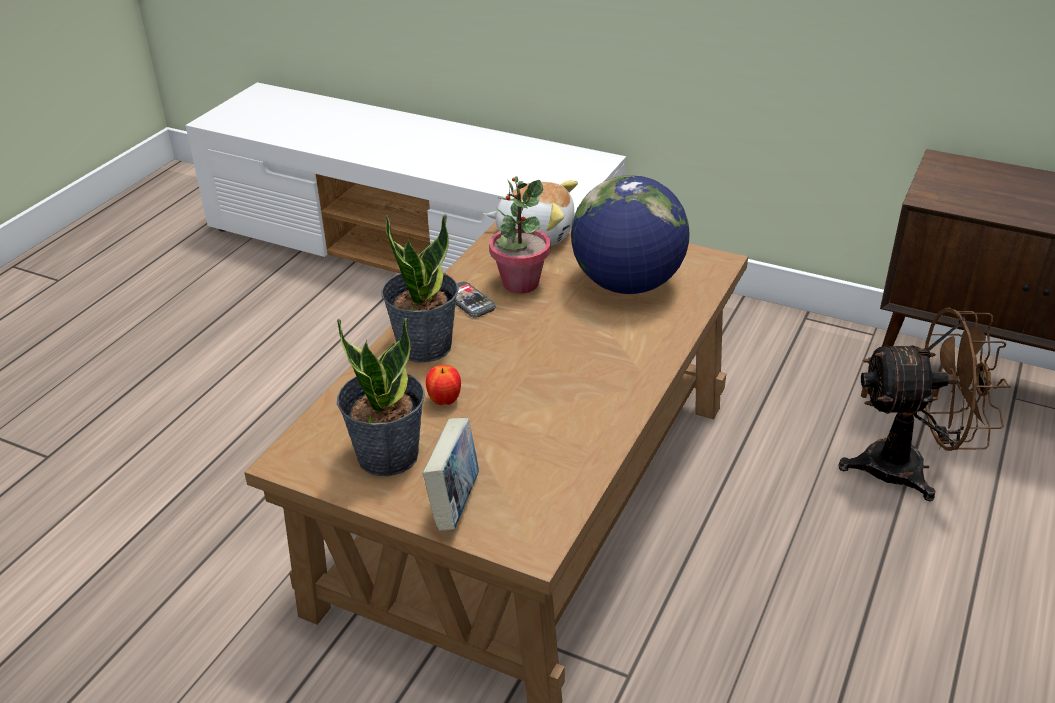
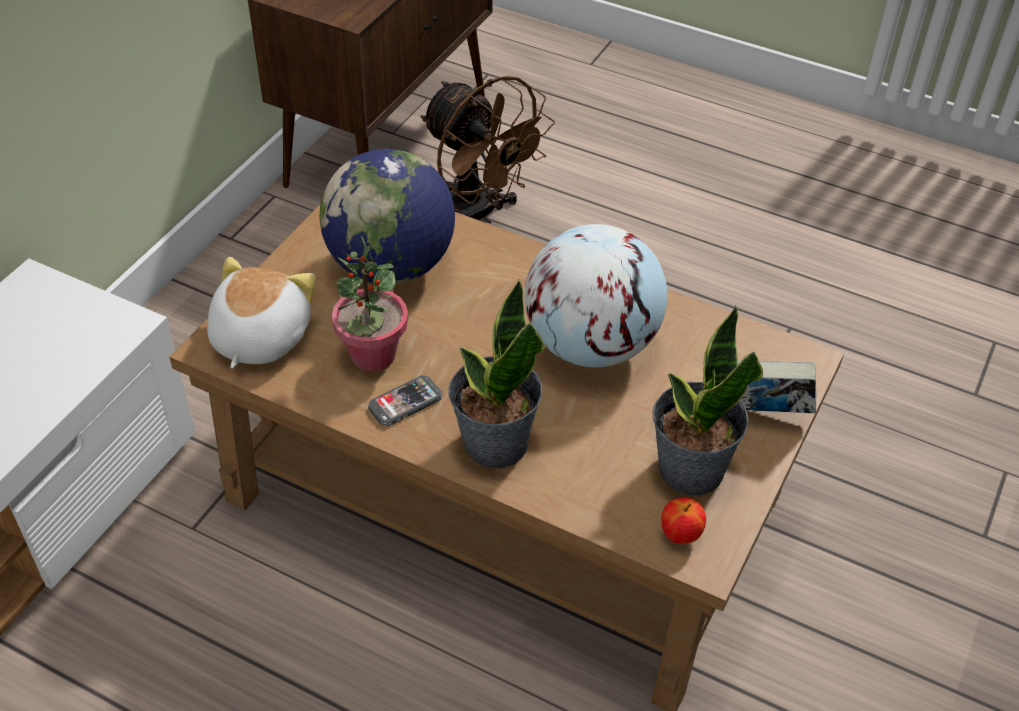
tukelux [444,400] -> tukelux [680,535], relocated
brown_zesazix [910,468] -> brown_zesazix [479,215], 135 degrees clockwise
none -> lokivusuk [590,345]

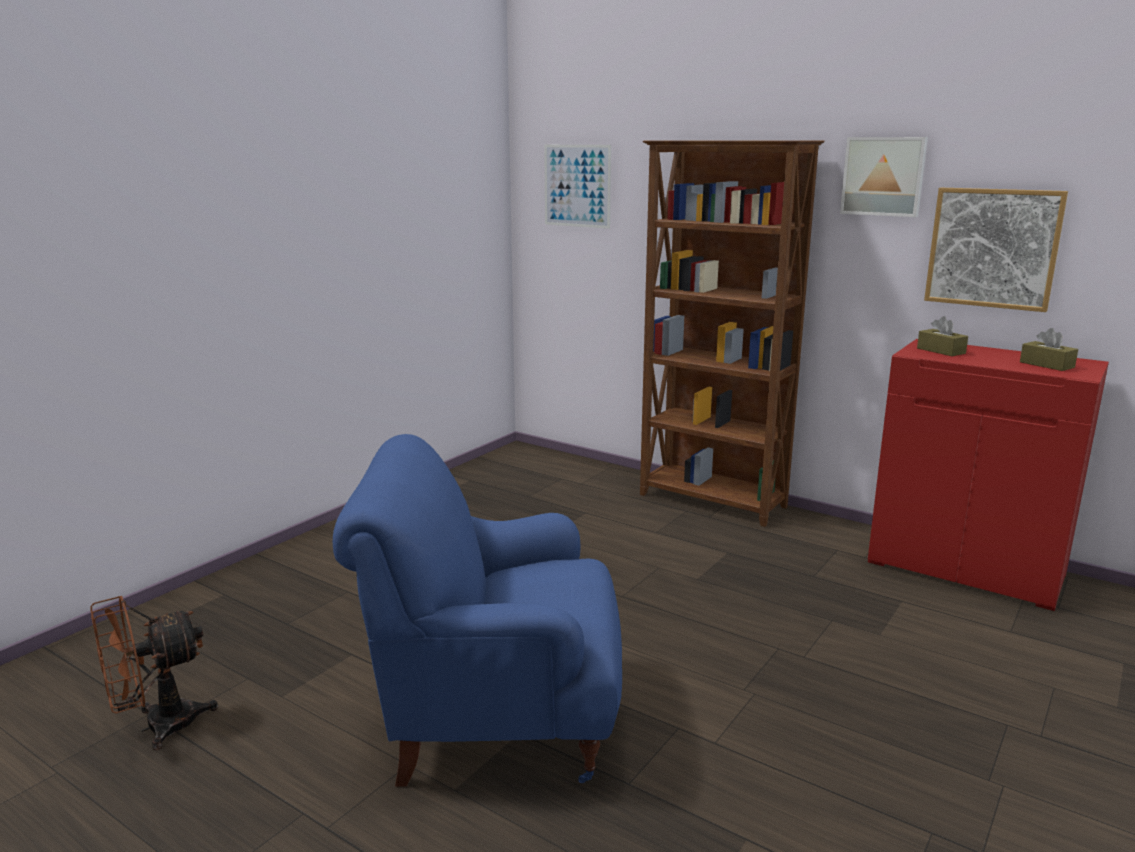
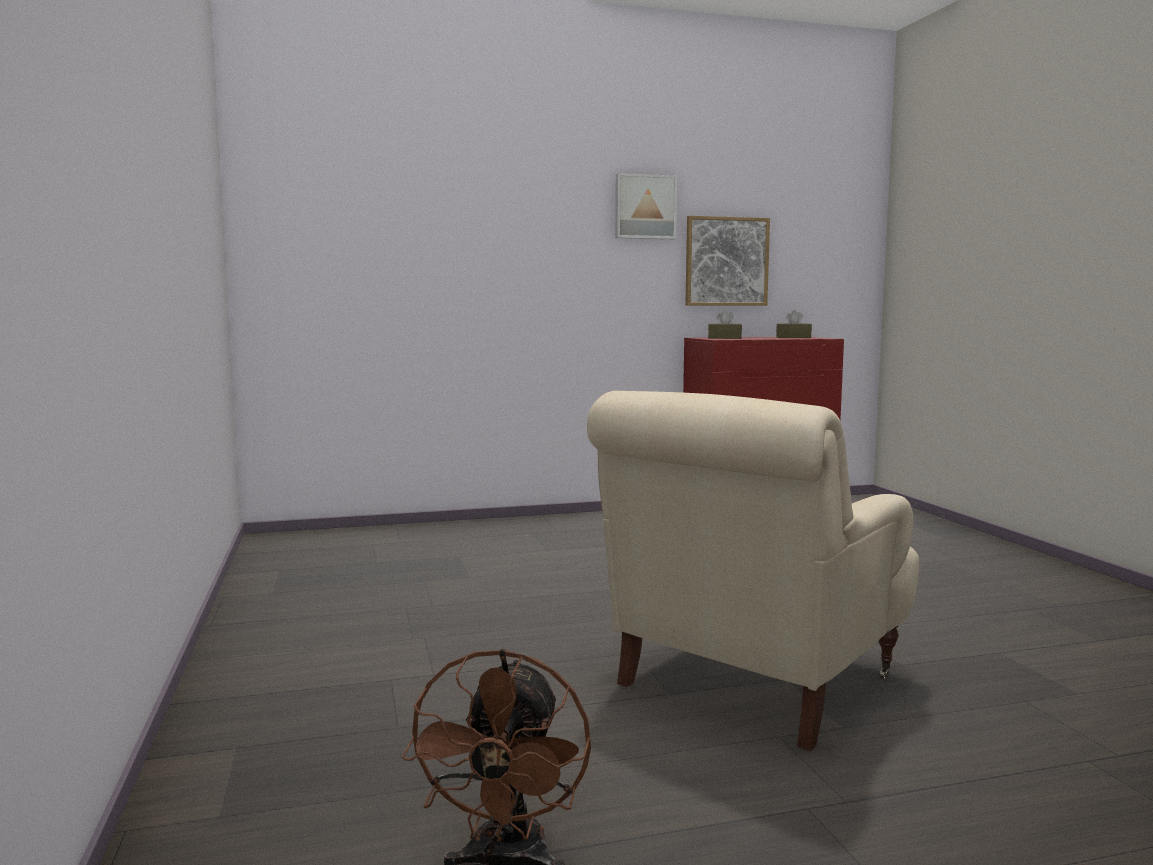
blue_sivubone [495,719] -> beige_sivubone [752,682]
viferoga [577,186] -> none
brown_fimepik [712,501] -> none

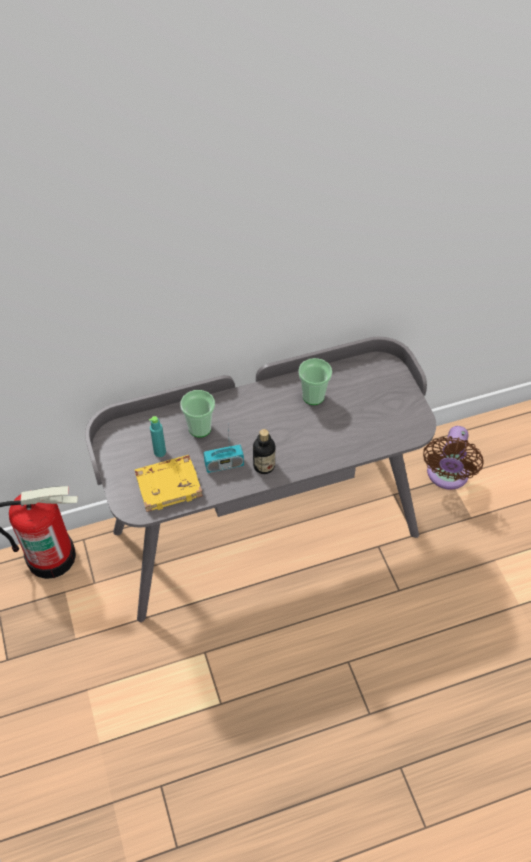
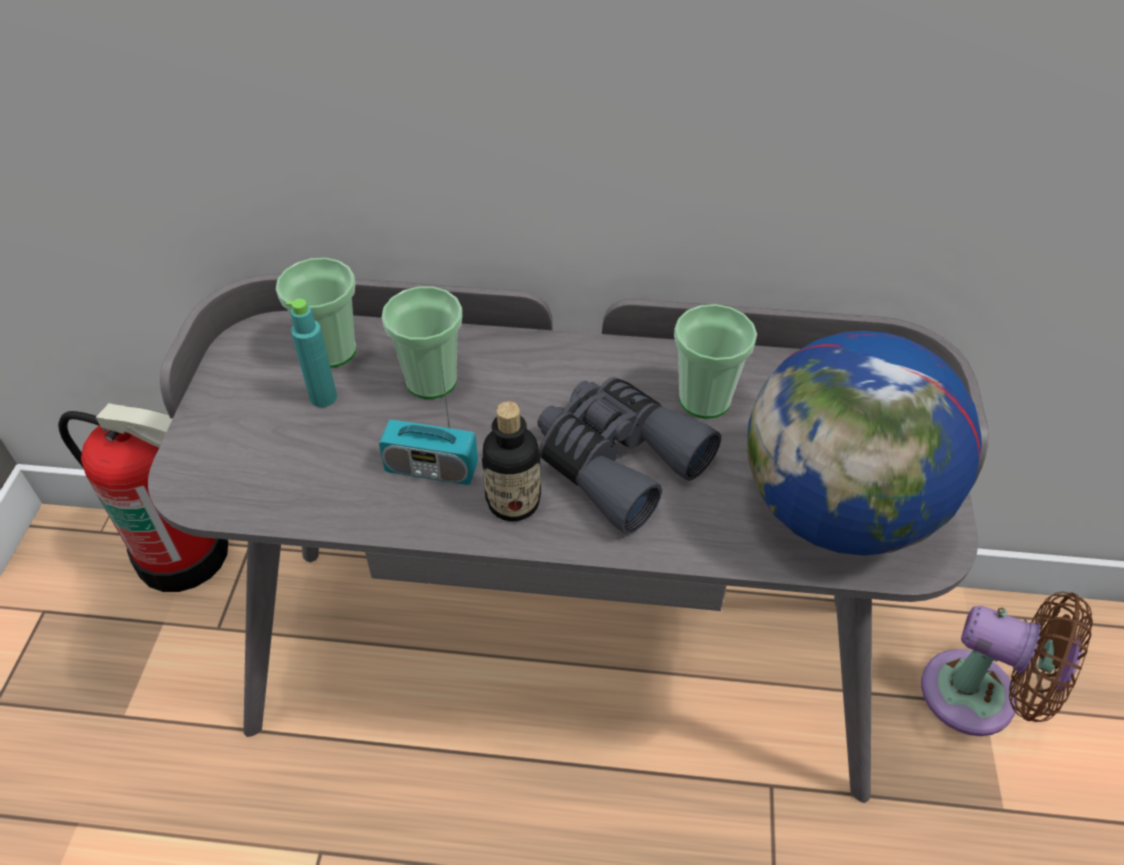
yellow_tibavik [169,485] -> none
brown_zesazix [446,476] -> brown_zesazix [979,698], 105 degrees counterclockwise
none -> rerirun [331,351]
none -> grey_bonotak [617,461]
none -> lokivusuk [838,511]

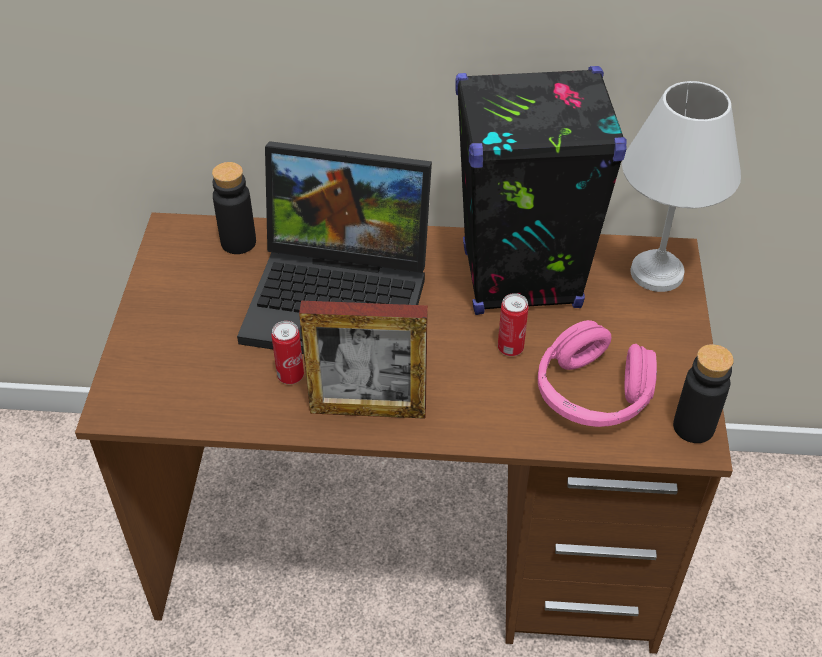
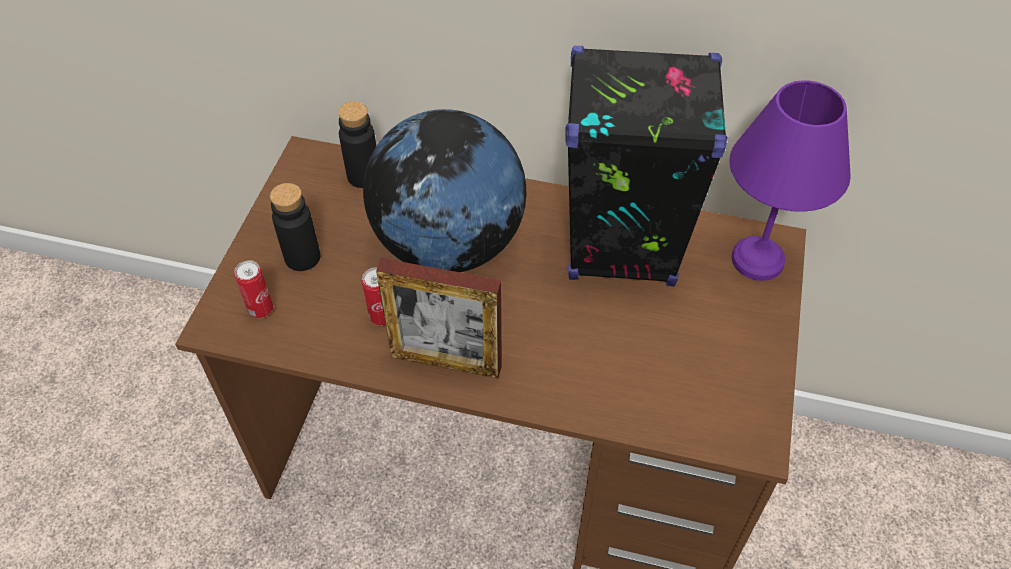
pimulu [343,297] -> lokivusuk [448,244]
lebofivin [510,348] -> lebofivin [261,309], relocated
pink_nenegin [592,393] -> none
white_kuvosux [654,274] -> purple_kuvosux [755,260]
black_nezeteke [693,427] -> black_nezeteke [302,257], relocated

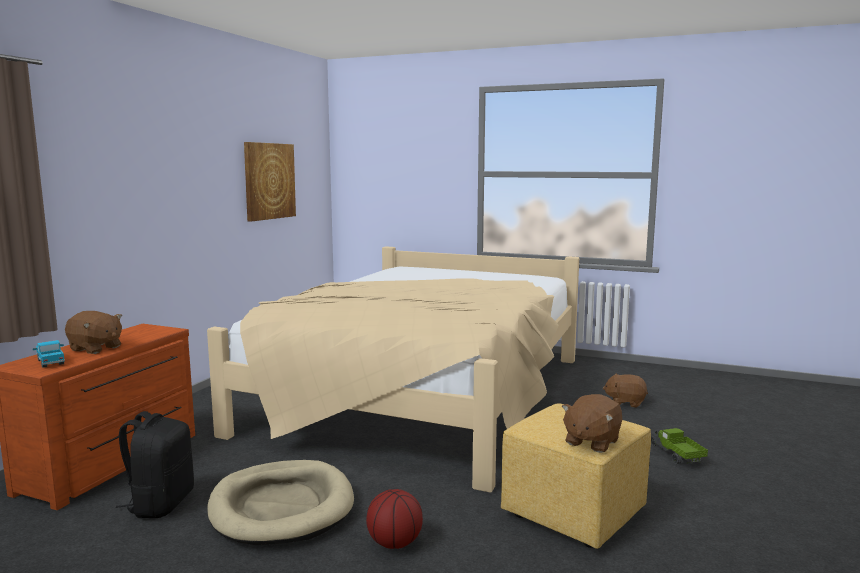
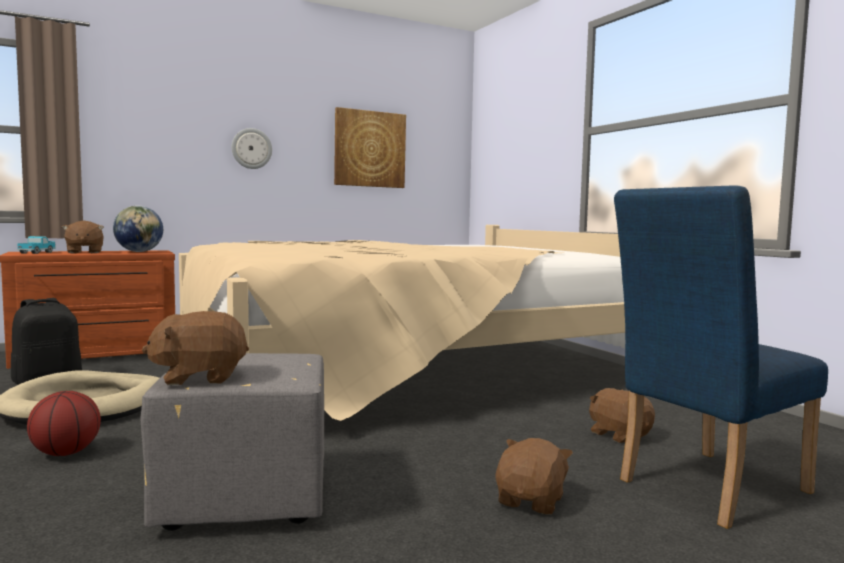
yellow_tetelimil [571,514] -> grey_tetelimil [243,497]
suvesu [675,455] -> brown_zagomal [531,501]
none -> lokivusuk [139,252]
none -> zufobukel [251,148]
none -> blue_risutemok [704,488]

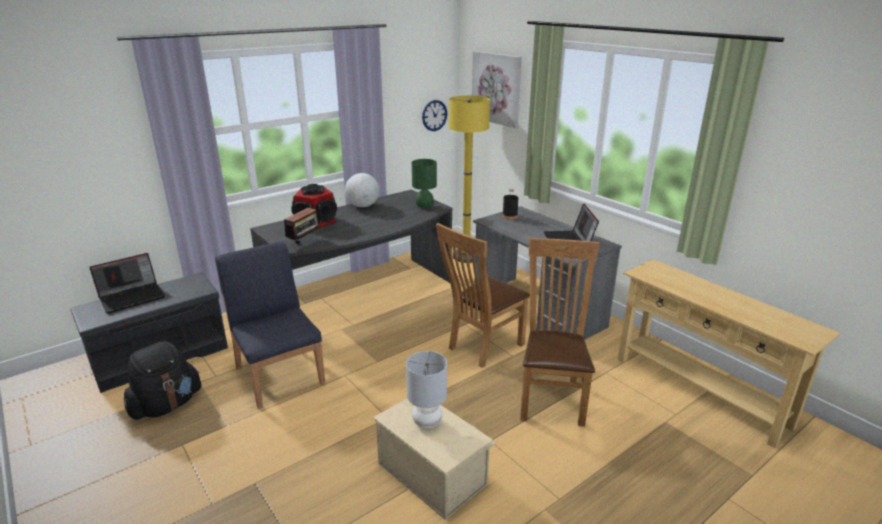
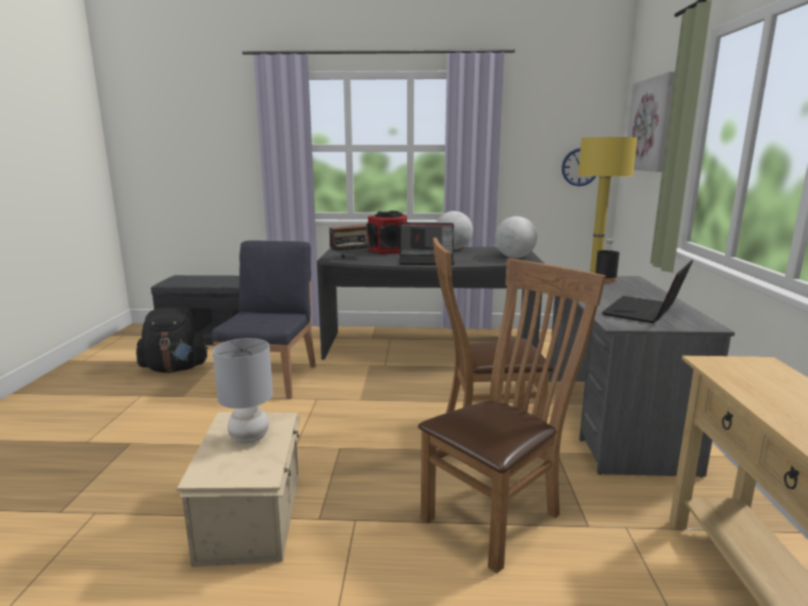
pimulu [132,297] -> pimulu [427,260], relocated
green_kuvosux [424,206] -> lokivusuk [514,257]

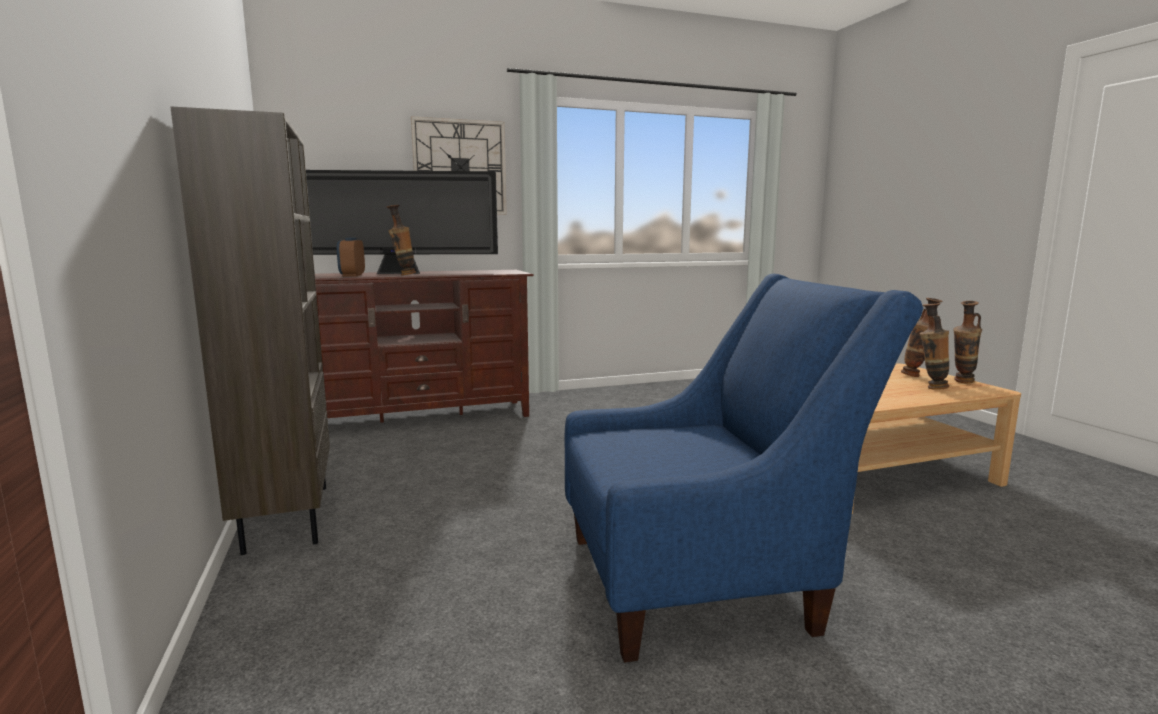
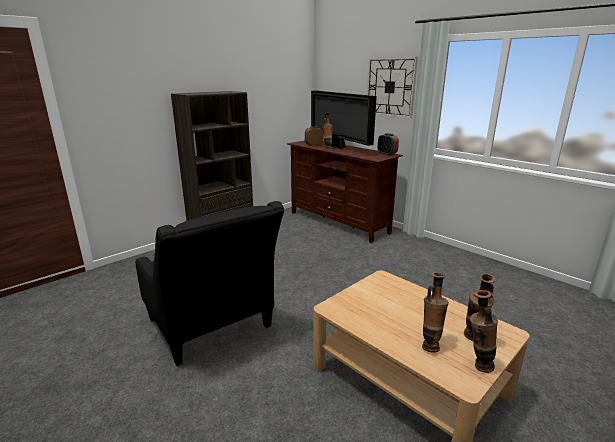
blue_sivubone [705,579] -> black_sivubone [213,328]
none -> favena [387,154]

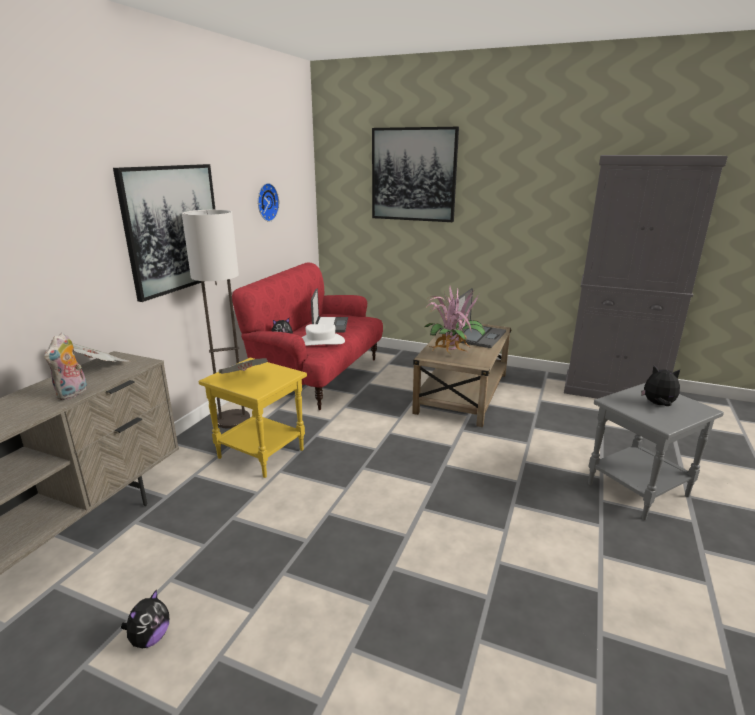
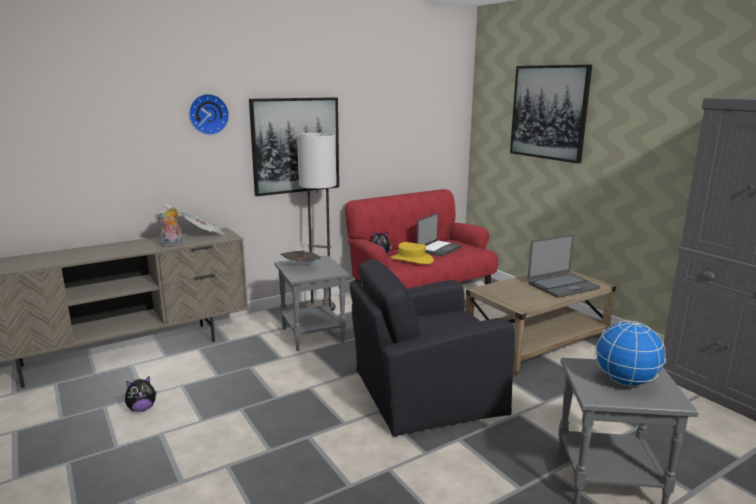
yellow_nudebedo [259,454] -> grey_nudebedo [311,335]
zufobukel [266,202] -> zufobukel [208,114], relocated
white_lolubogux [321,342] -> yellow_lolubogux [411,259]
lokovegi [452,355] -> none
zagomal [658,404] -> lokivusuk [624,381]
none -> black_sivubone [425,391]

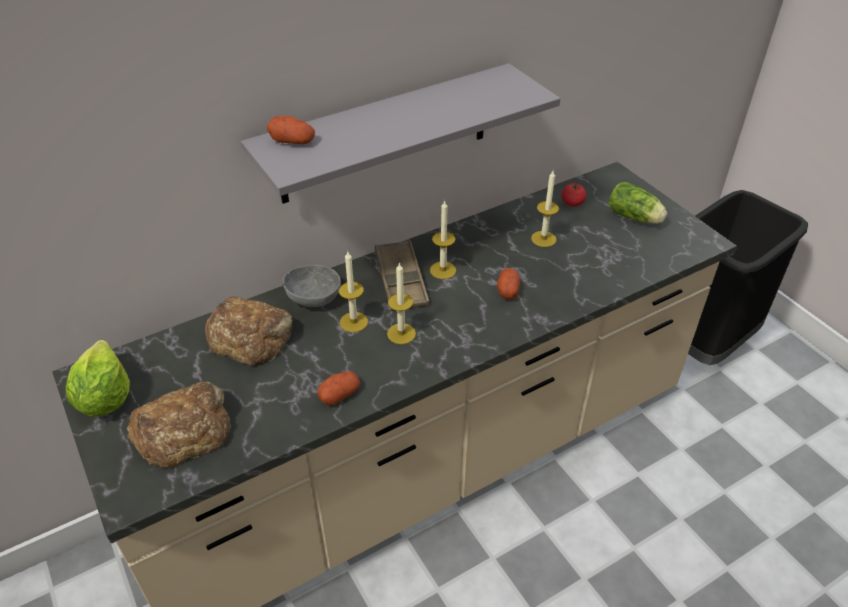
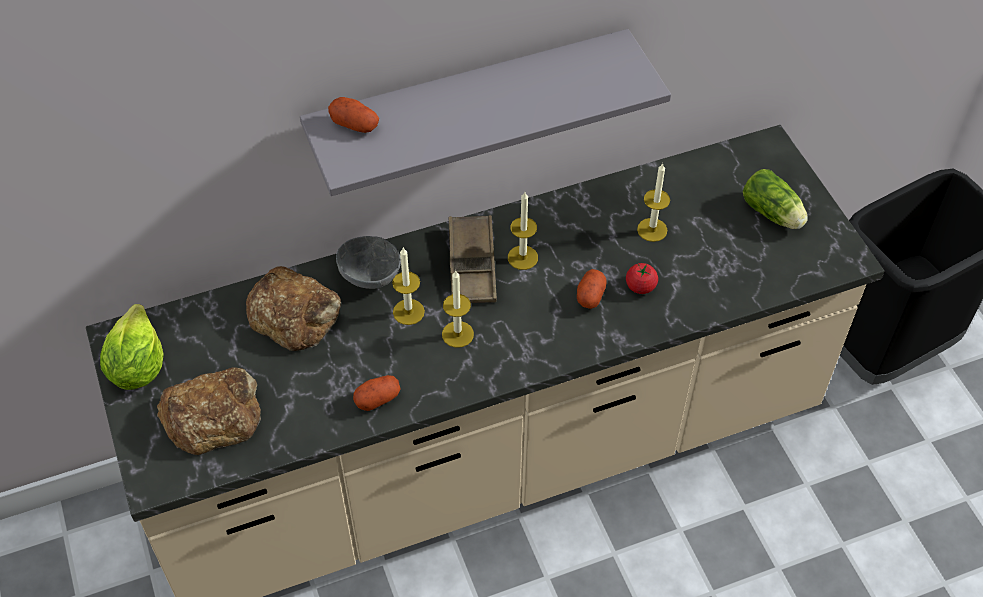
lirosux [572,203] -> lirosux [640,286], relocated

